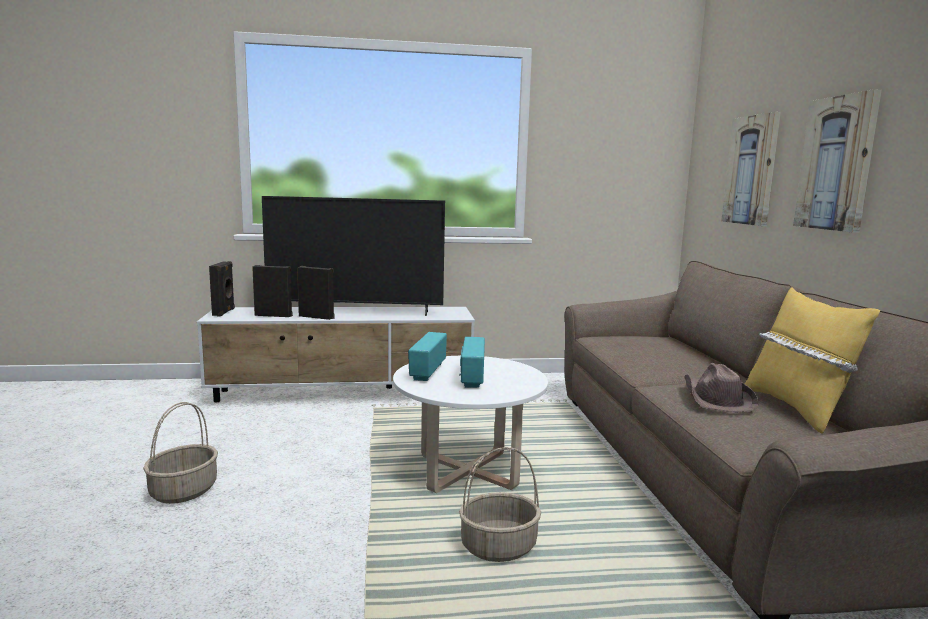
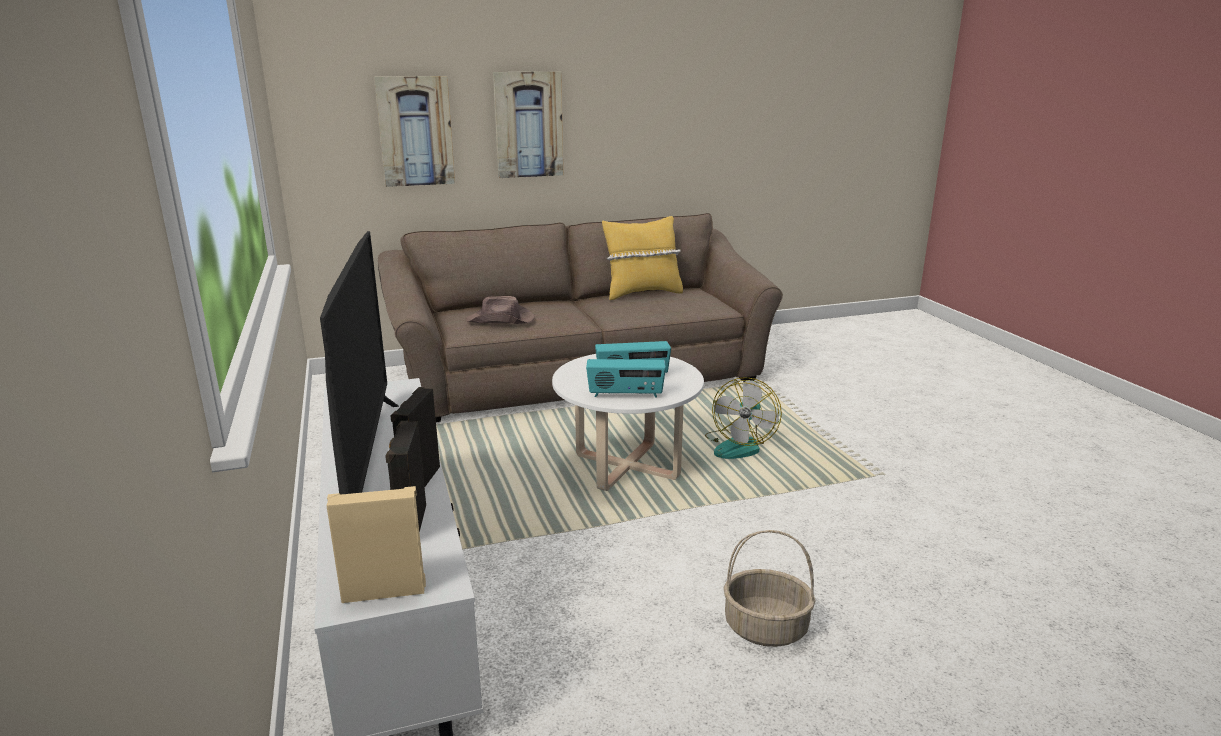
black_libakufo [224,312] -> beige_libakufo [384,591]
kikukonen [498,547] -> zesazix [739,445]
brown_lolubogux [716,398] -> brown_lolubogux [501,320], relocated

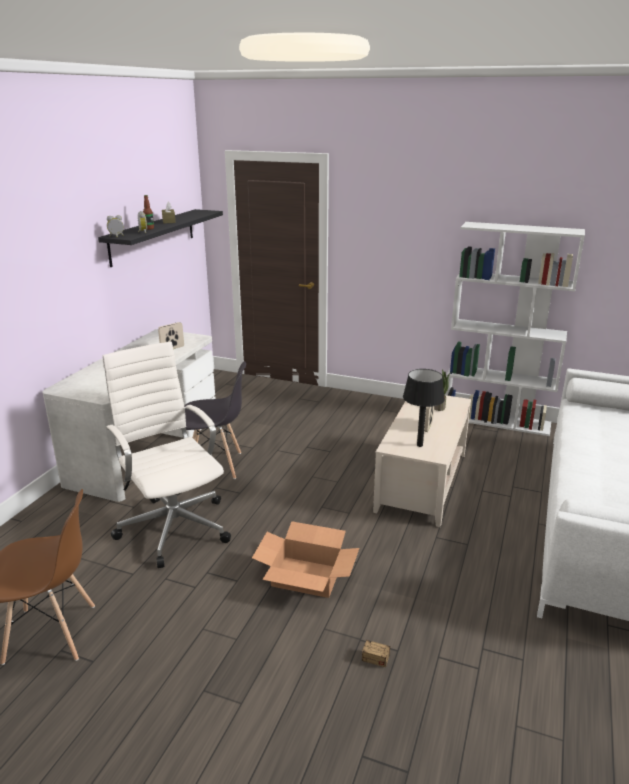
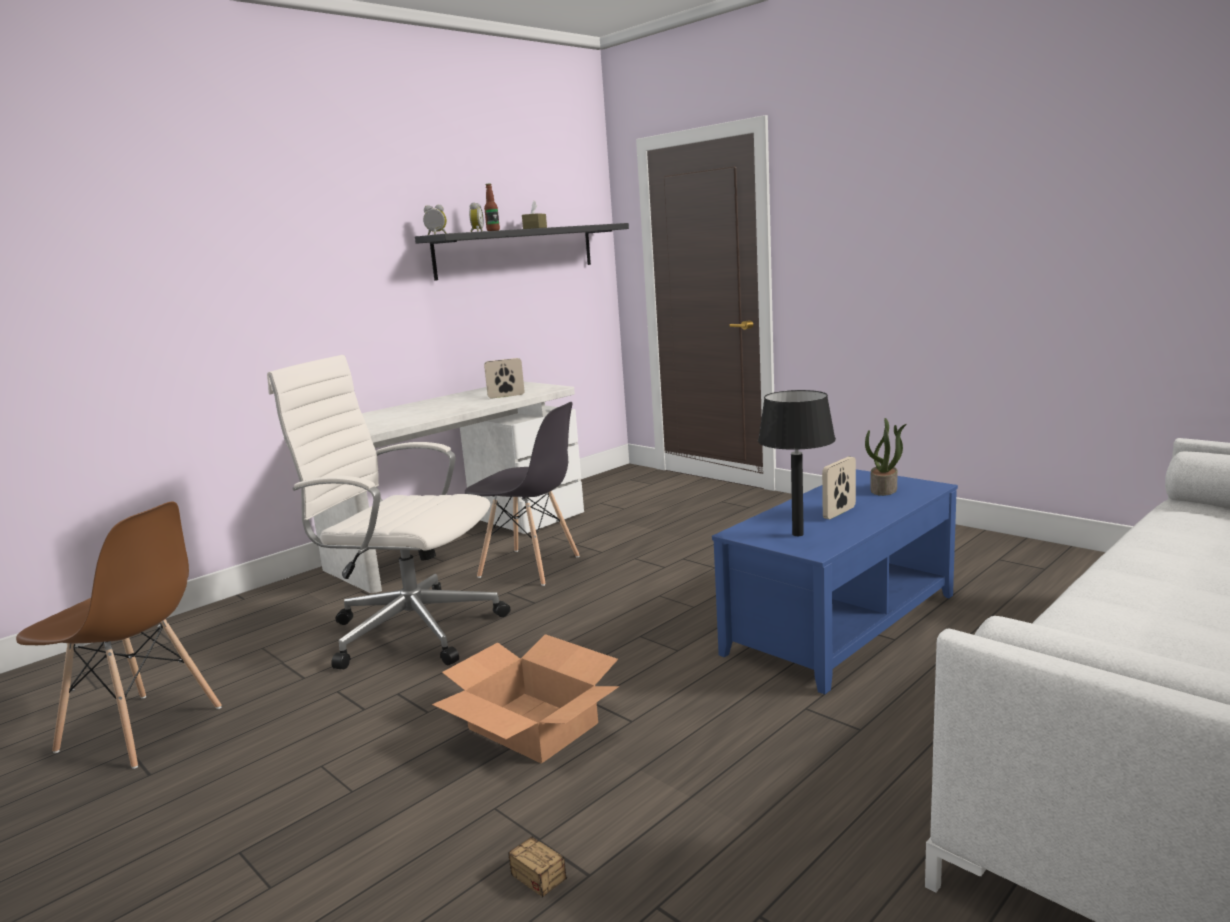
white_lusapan [174,526] -> white_lusapan [410,630], 60 degrees counterclockwise
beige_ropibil [422,481] -> blue_ropibil [842,624]
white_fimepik [497,420] -> none

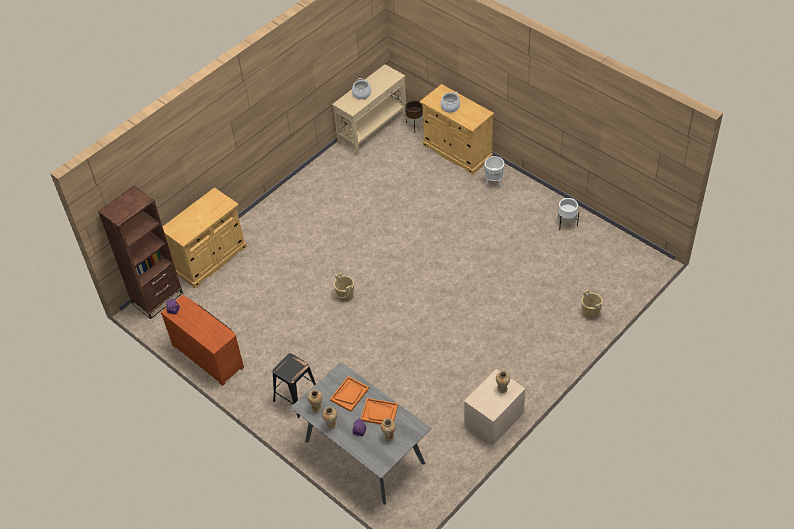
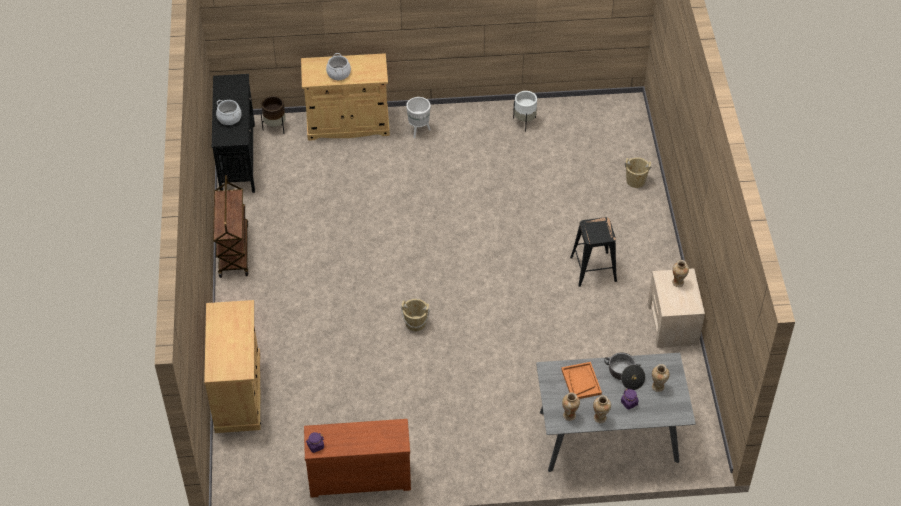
brown_fimepik [157,298] -> none
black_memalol [296,397] -> black_memalol [592,269], relocated
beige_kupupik [373,129] -> black_kupupik [238,157]
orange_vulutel [379,412] -> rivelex [625,375]
none -> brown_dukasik [233,250]

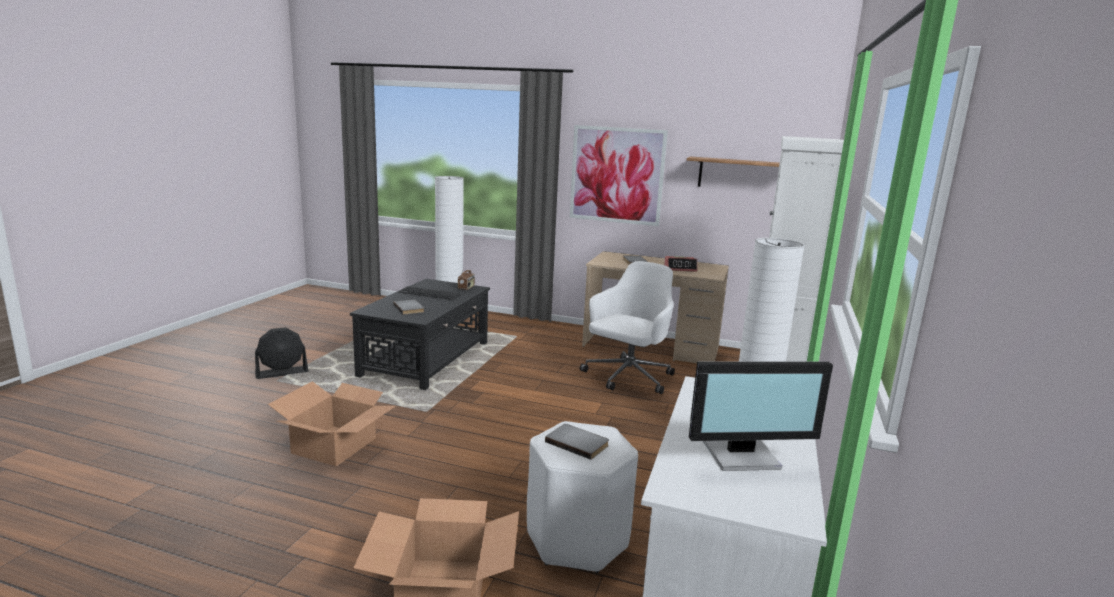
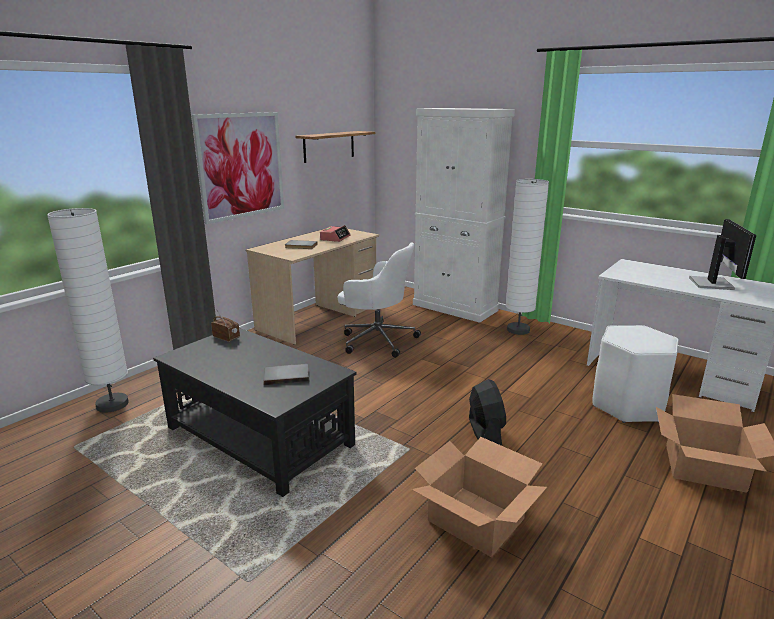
black_zesazix [282,373] -> black_zesazix [484,433], relocated
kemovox [429,294] -> none
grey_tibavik [578,443] -> none
white_lusapan [627,377] -> white_lusapan [377,340], 150 degrees clockwise

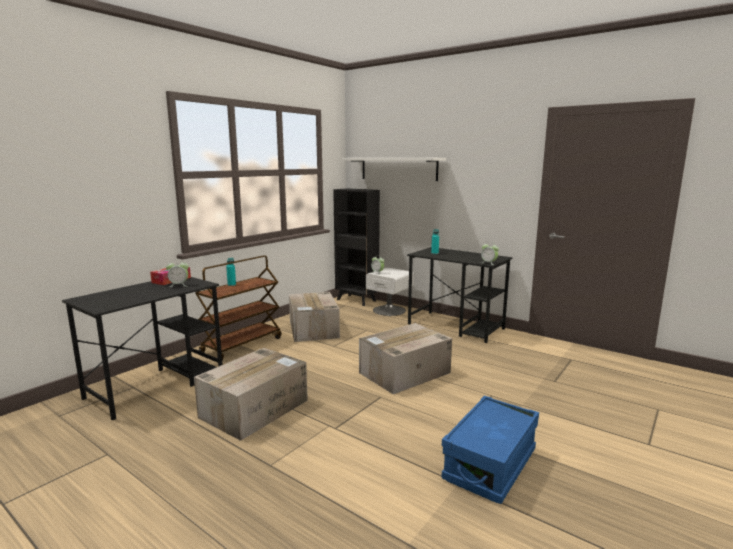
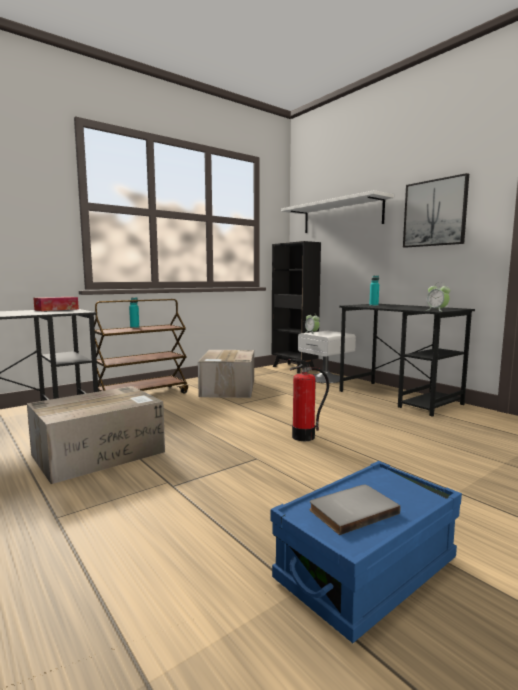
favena [179,285] -> none
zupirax [404,373] -> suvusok [303,437]
none -> grey_tibavik [351,510]
none -> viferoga [435,213]

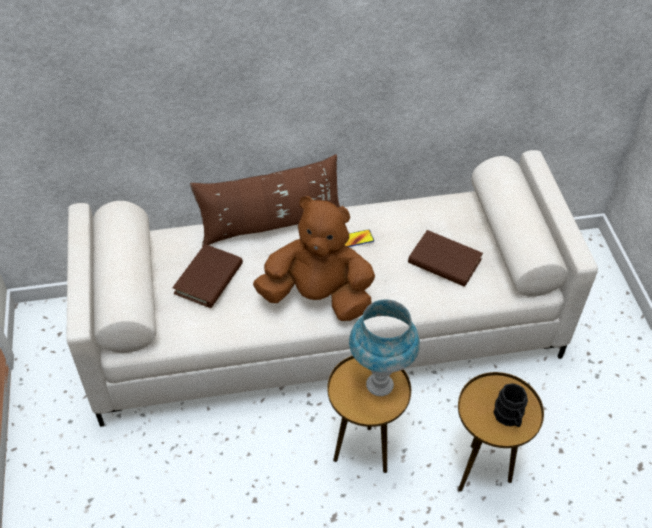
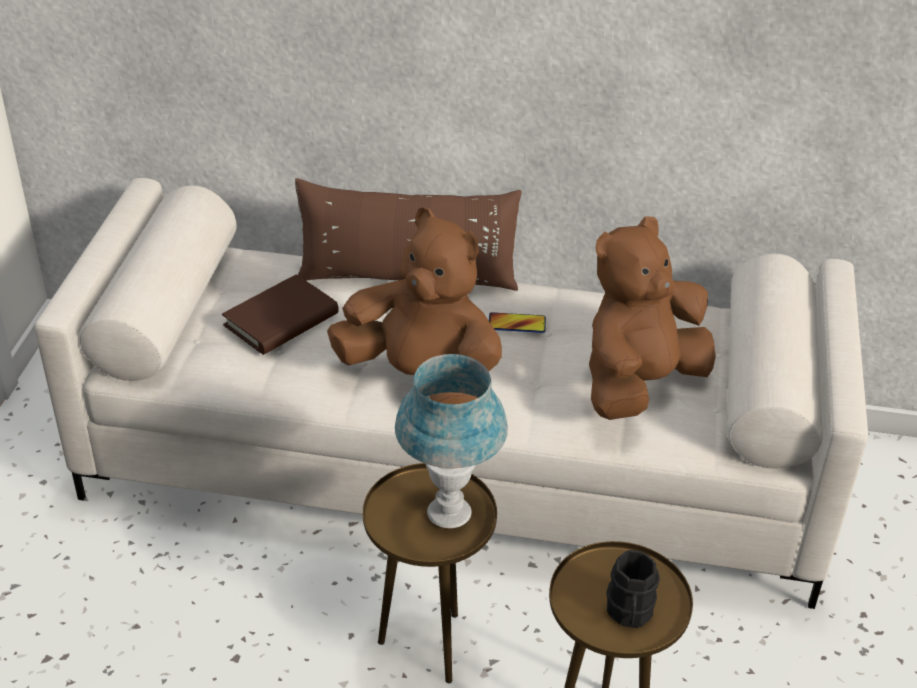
brown_tibavik [444,261] -> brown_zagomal [639,384]

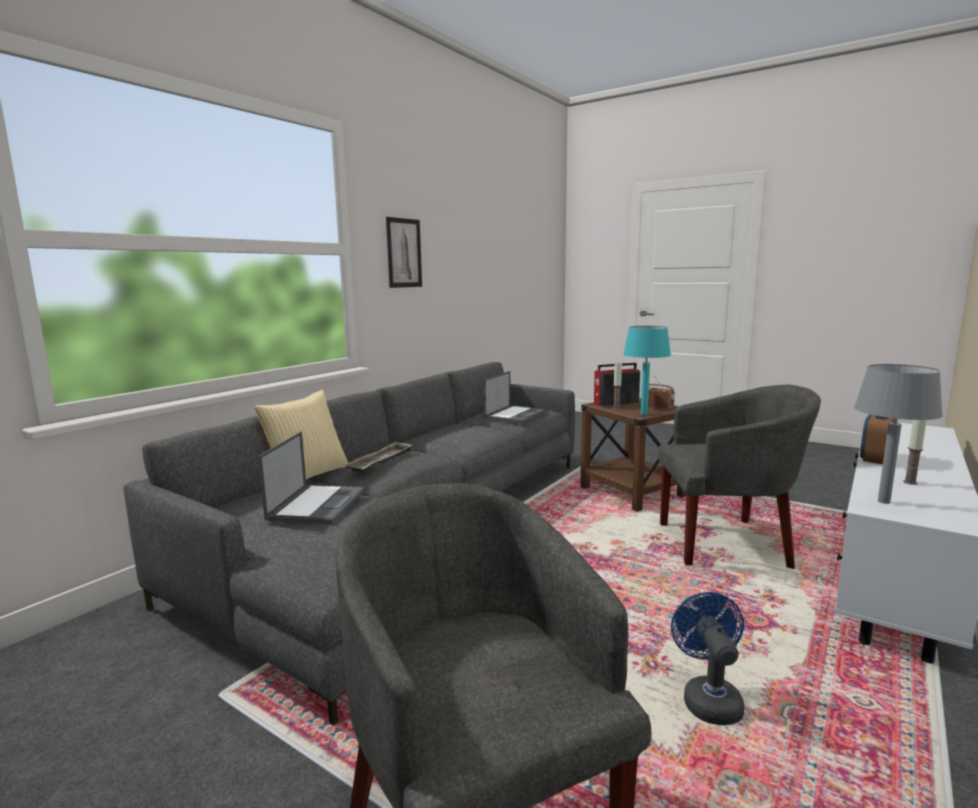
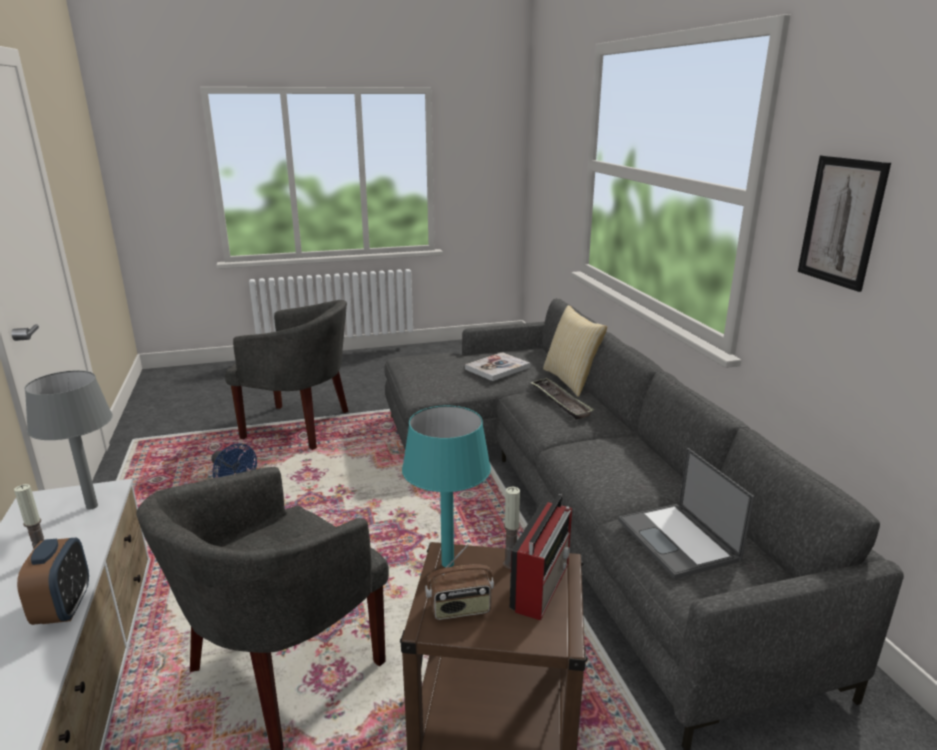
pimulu [317,504] -> tibavik [497,368]

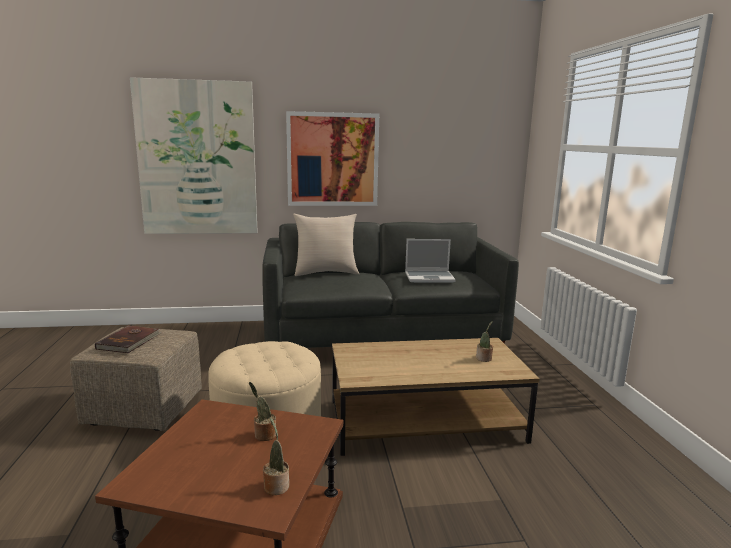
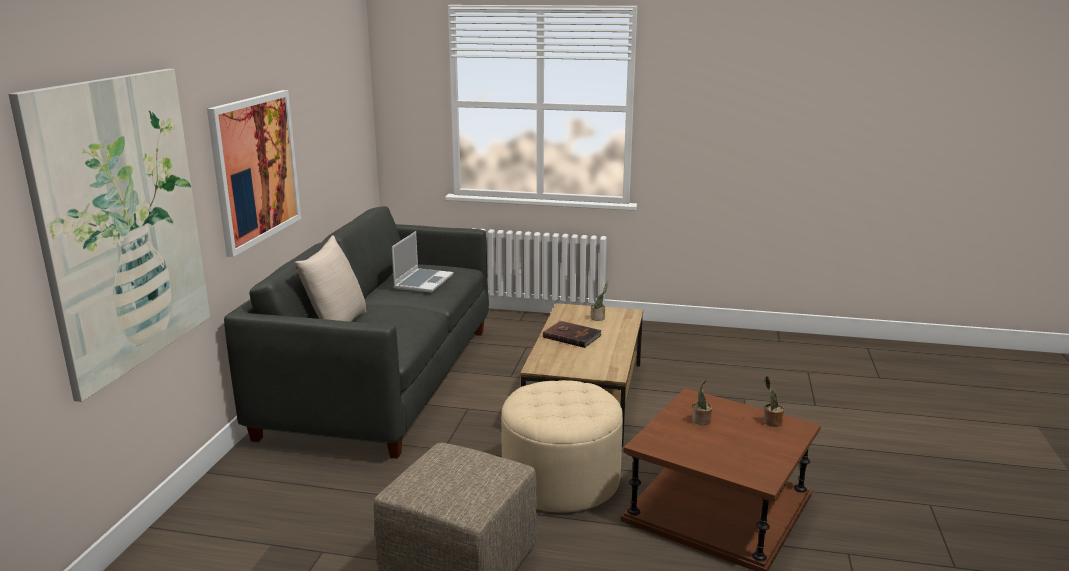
brown_tibavik [130,341] -> brown_tibavik [572,336], relocated

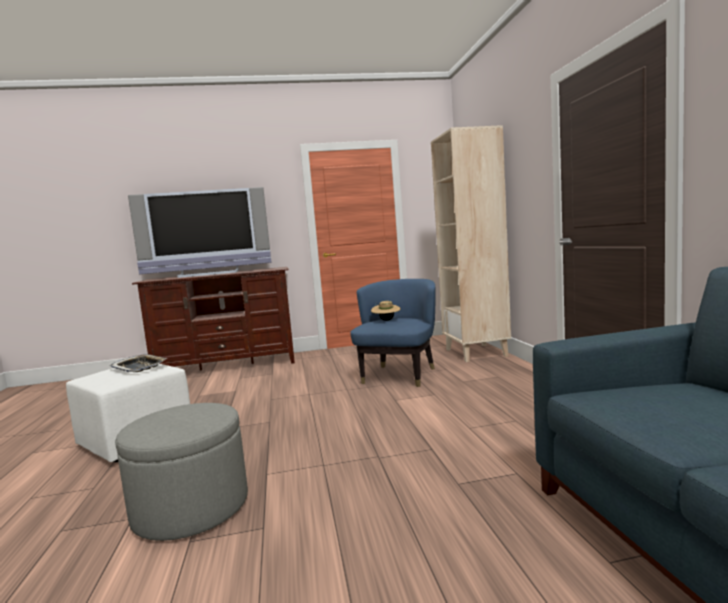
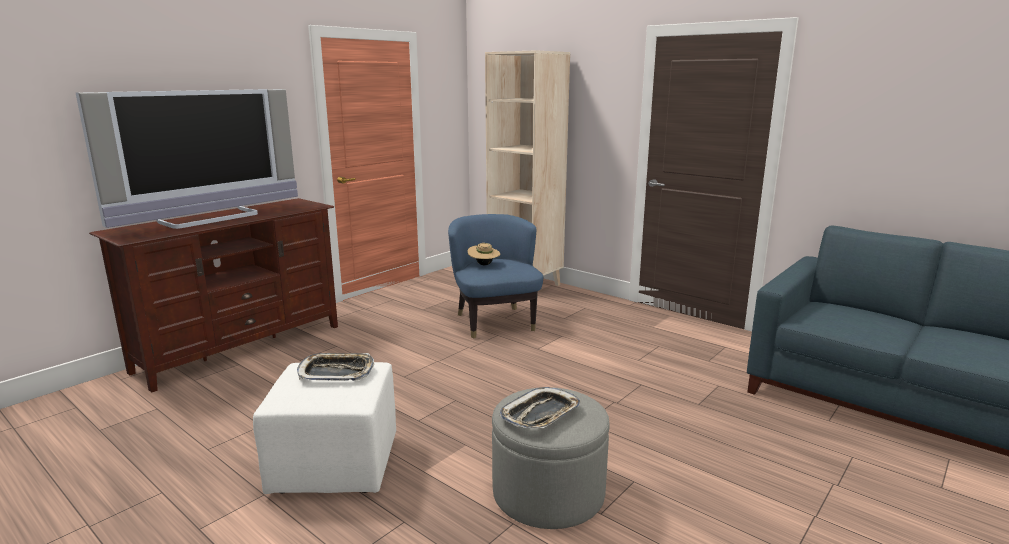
none -> vulutel [540,414]

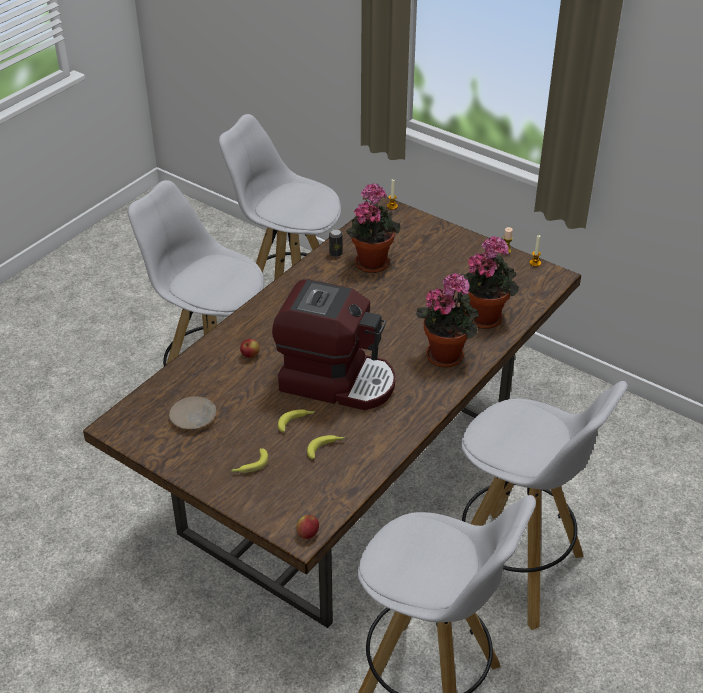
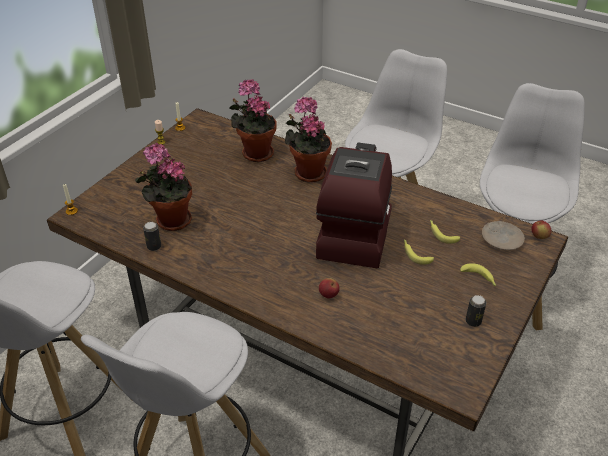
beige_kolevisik [194,417] -> beige_kolevisik [501,239], relocated
none -> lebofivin [473,321]

